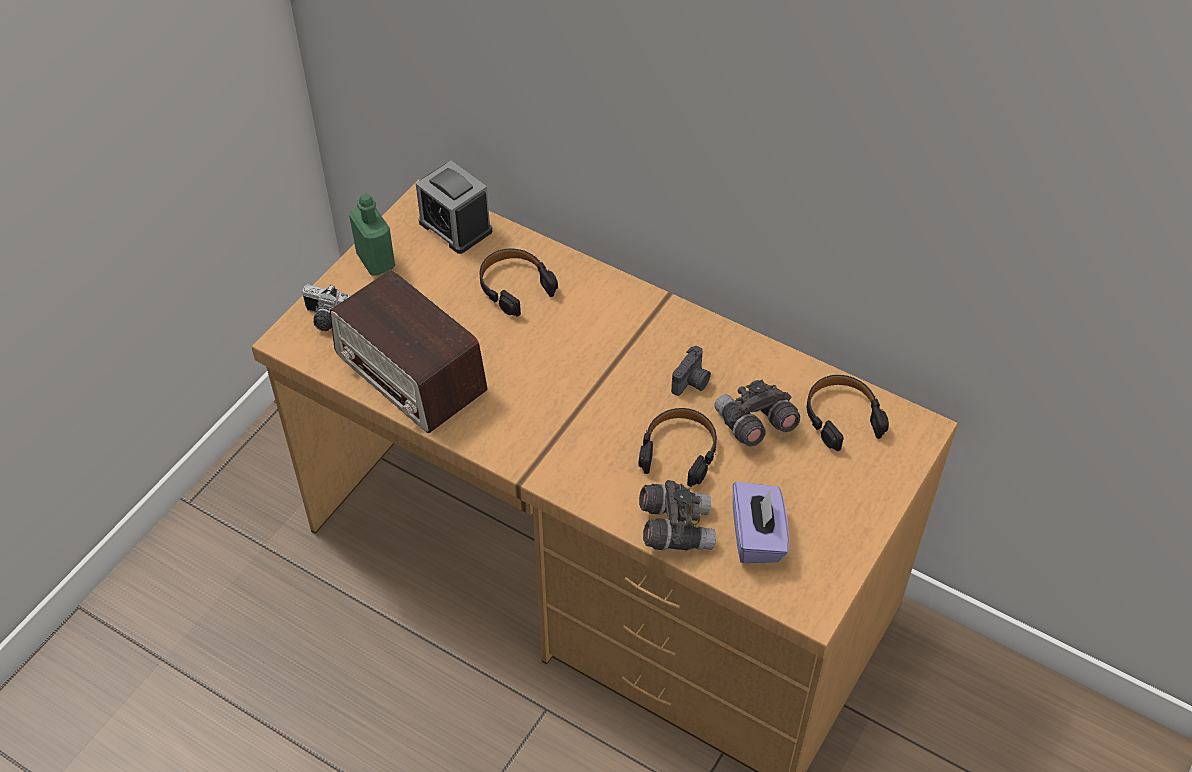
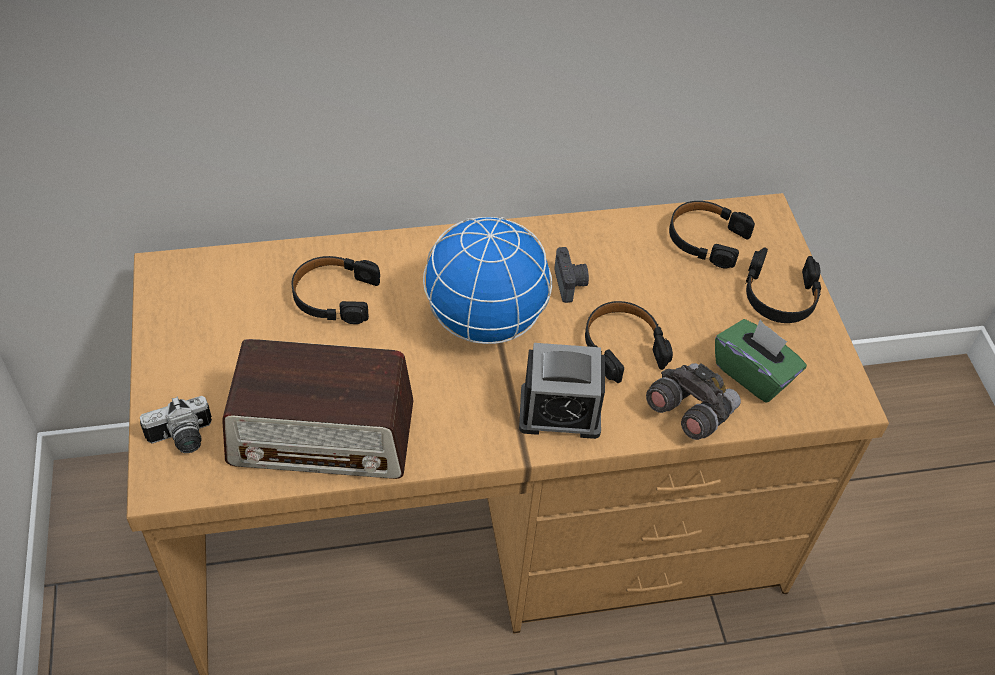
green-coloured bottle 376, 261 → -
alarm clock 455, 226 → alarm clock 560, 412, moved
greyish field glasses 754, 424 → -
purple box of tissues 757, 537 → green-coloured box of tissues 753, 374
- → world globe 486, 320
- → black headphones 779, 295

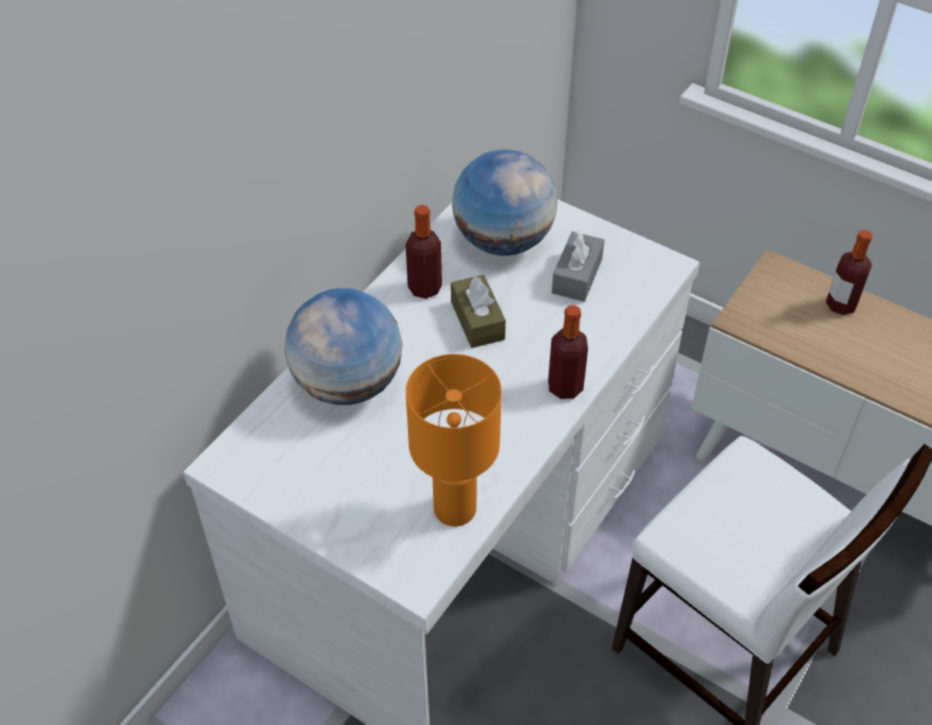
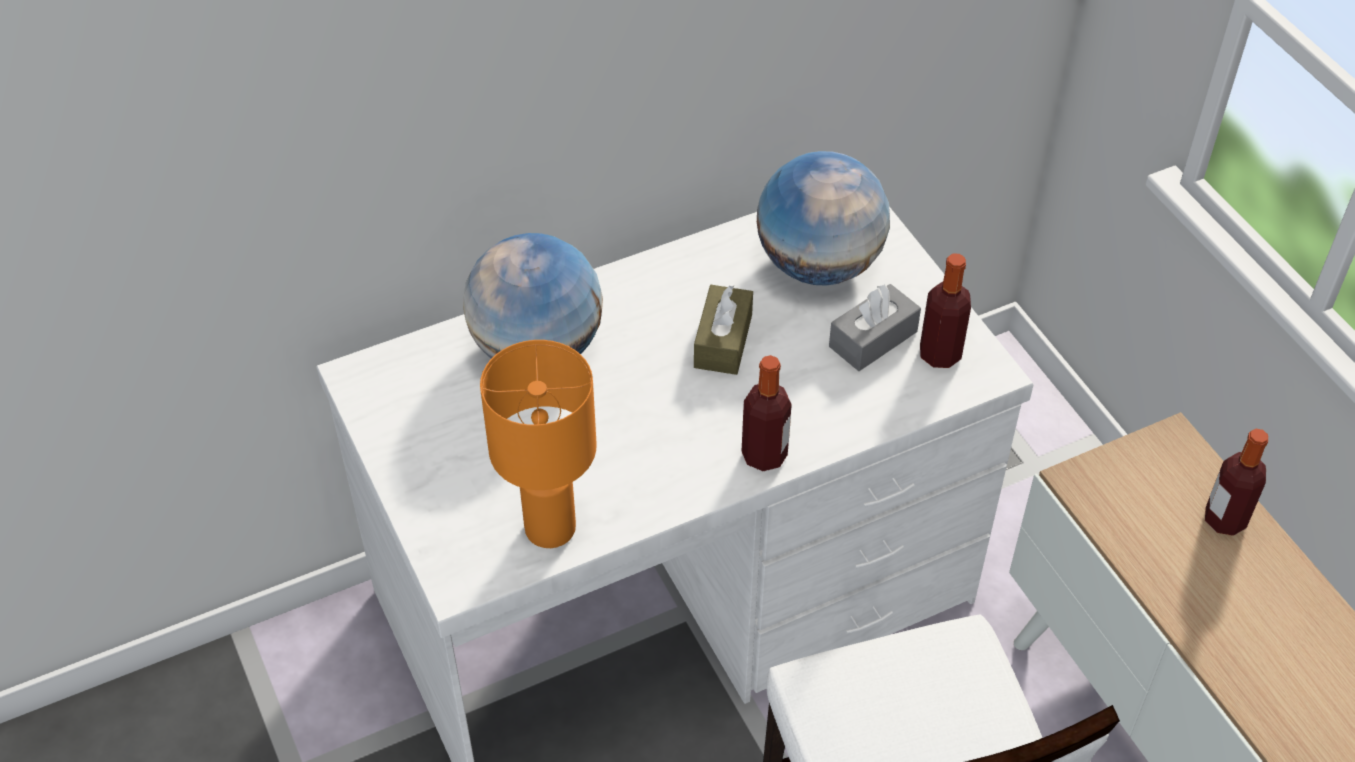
bottle 425, 288 → bottle 940, 354, moved

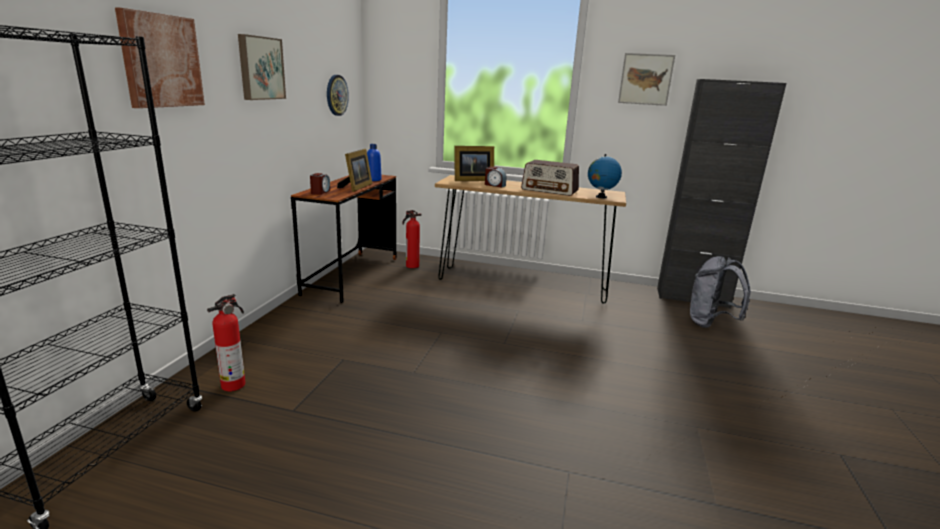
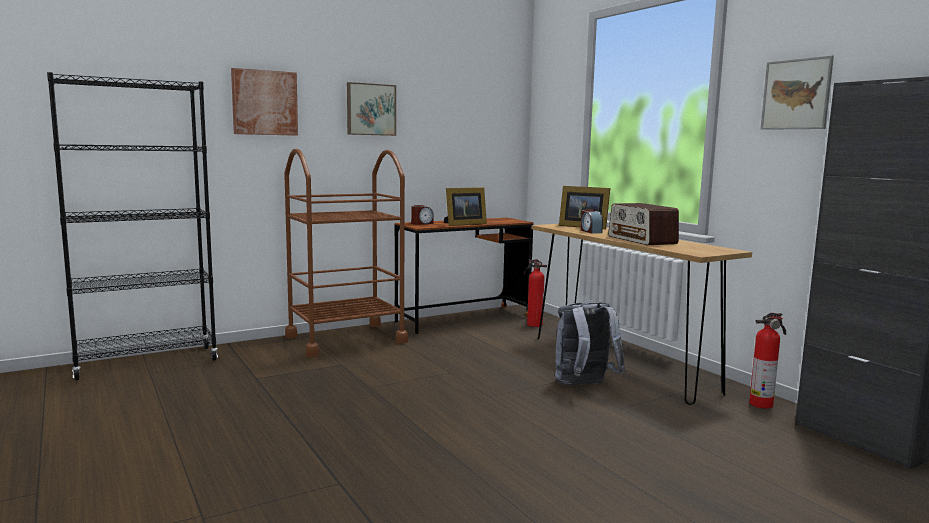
extinguisher 235, 384 → extinguisher 762, 404, moved
wall clock 336, 95 → -
blue-coloured bottle 373, 179 → -
world globe 601, 197 → -
greyish rucksack 710, 323 → greyish rucksack 584, 386, moved
- → brownish cart 346, 339

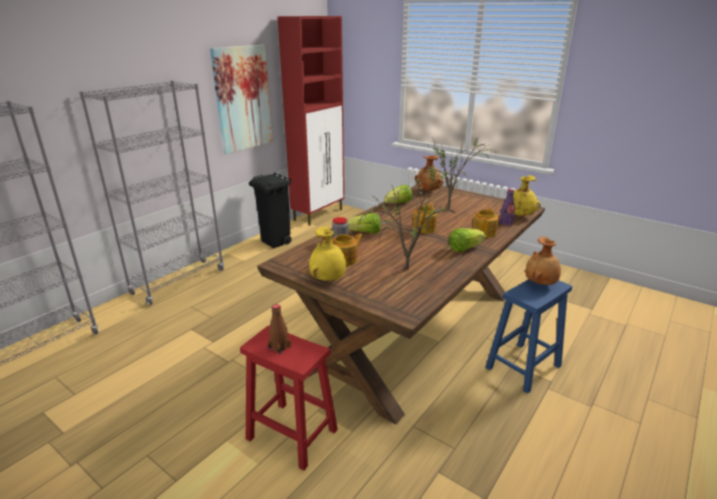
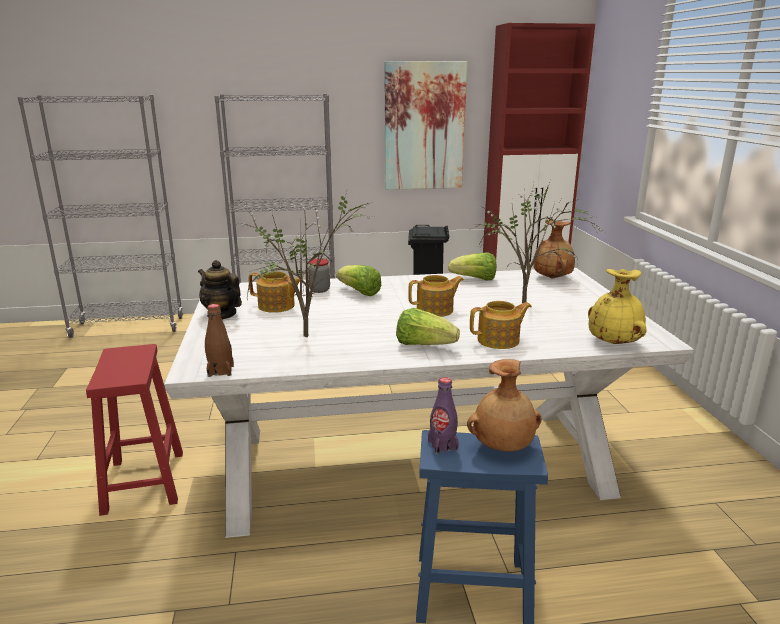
brownish dinner table 413, 329 → whitish dinner table 413, 463
brownish bottle 279, 347 → brownish bottle 220, 371, moved
yellowish vase 328, 279 → teapot 221, 315
purple bottle 506, 223 → purple bottle 442, 445, moved

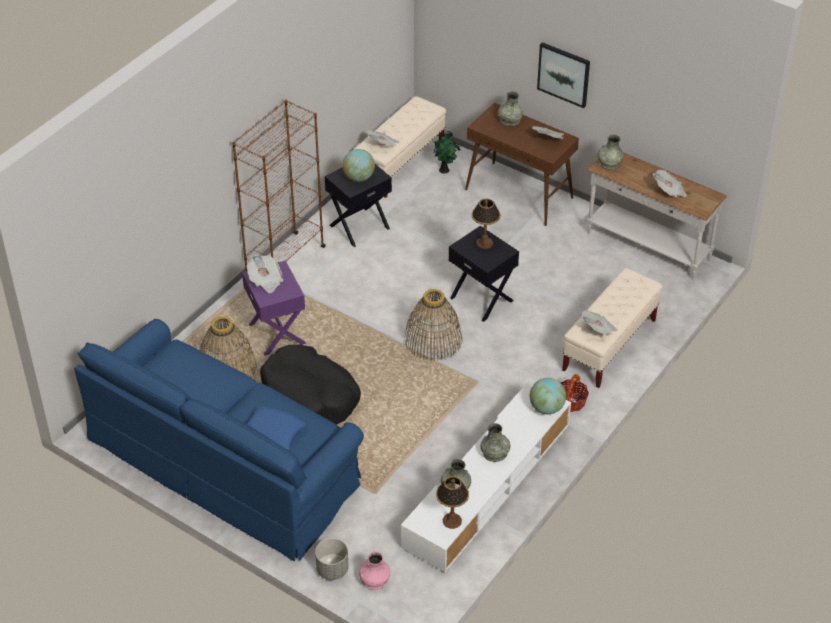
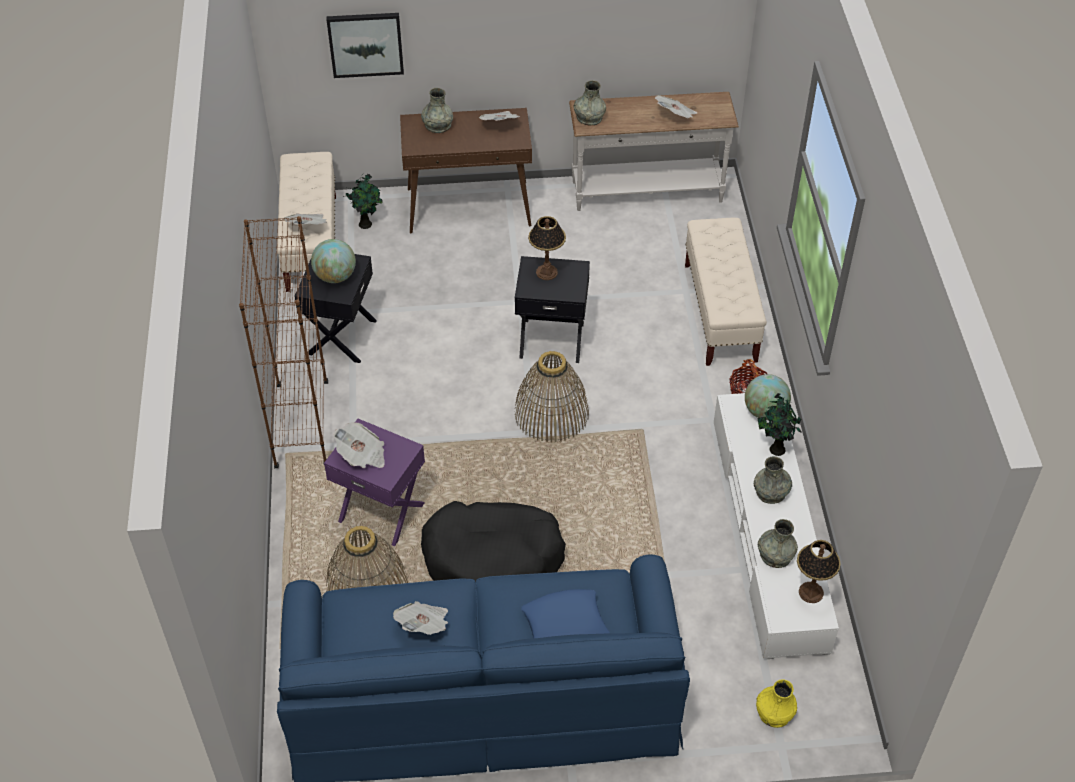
greyish plant pot 332, 569 → -
pink vase 374, 579 → yellowish vase 774, 713
picture 564, 74 → picture 365, 44, moved
printed paper 598, 330 → printed paper 424, 625, moved
- → plant in a pot 775, 449

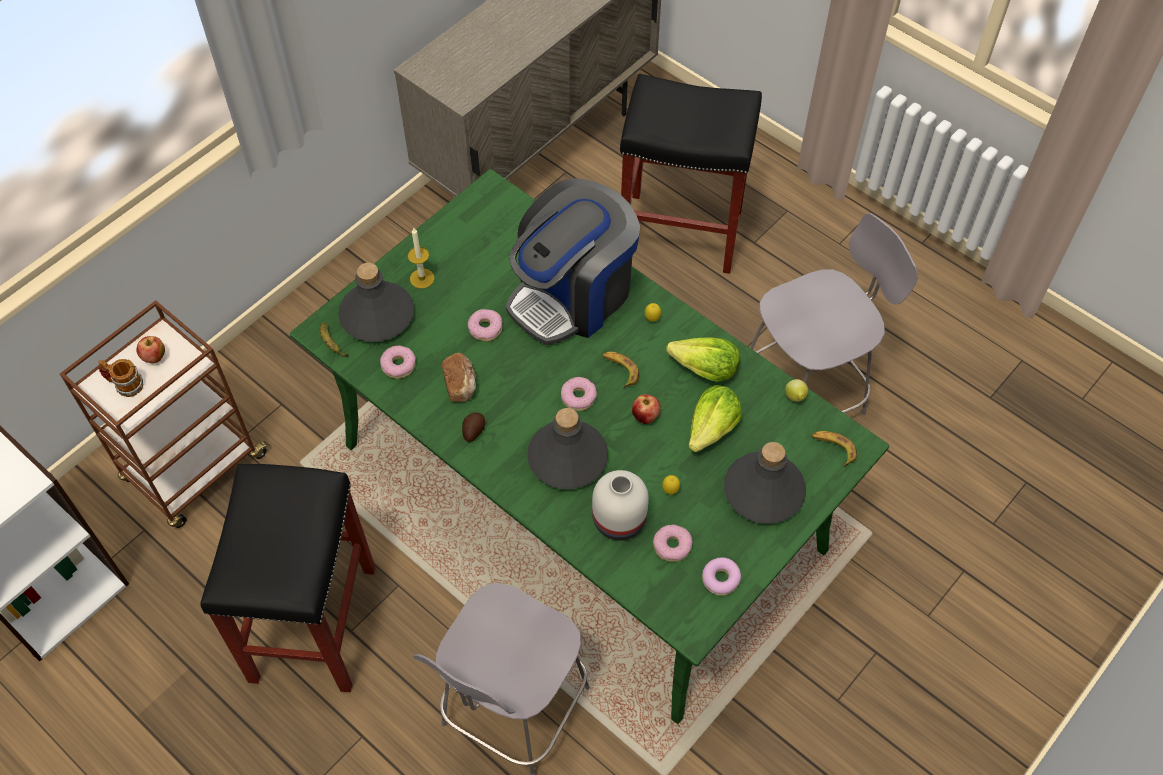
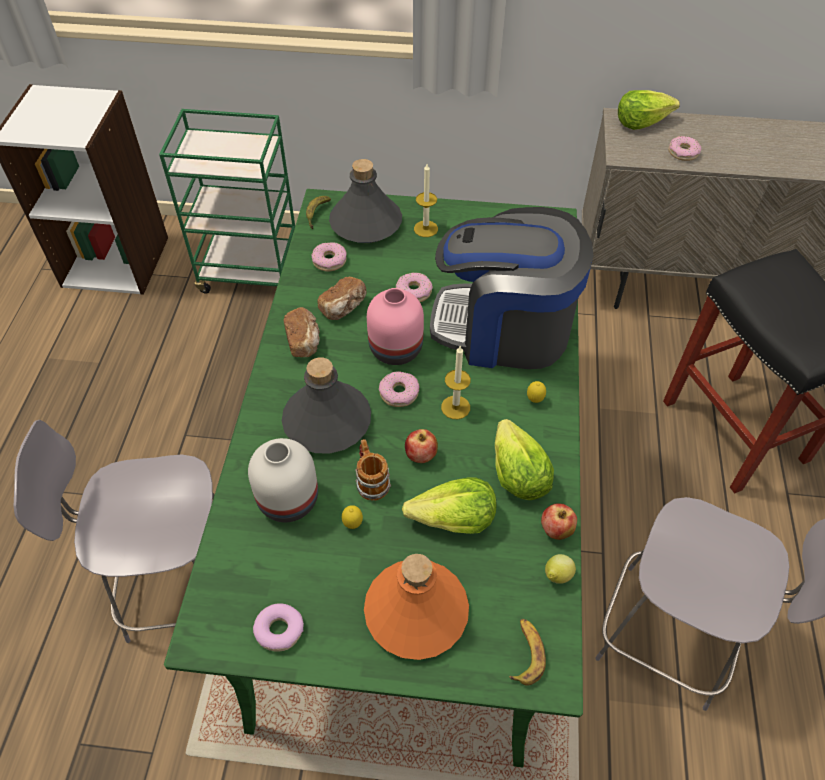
brownish cart 194, 469 → green-coloured cart 252, 273
mug 124, 384 → mug 371, 480, moved
apple fruit 154, 357 → apple fruit 556, 530, moved
black stool 312, 621 → -
spud 473, 430 → bread 304, 341
banana 620, 370 → candle 455, 407
donut 672, 546 → donut 683, 153, moved
greyish bottle 763, 491 → orangey bottle 415, 611
- → pink vase 396, 347
- → lettuce 641, 122

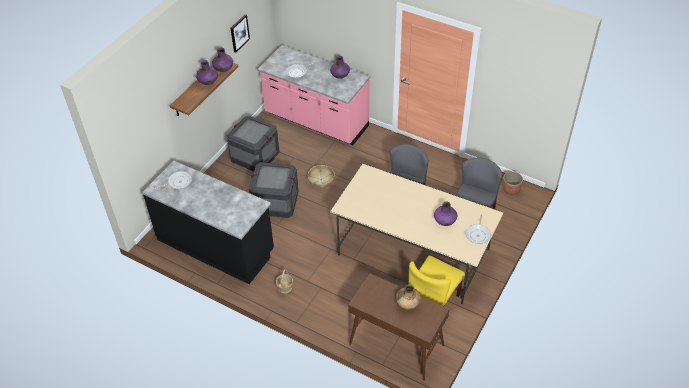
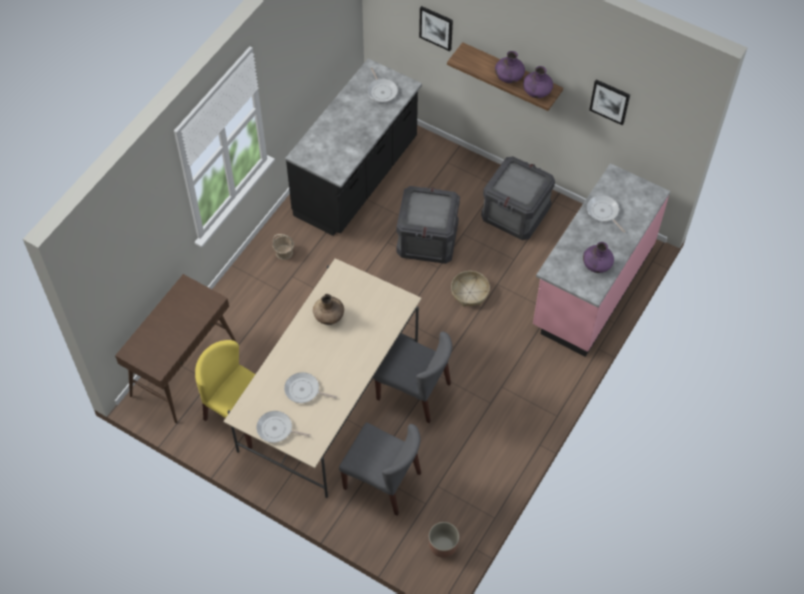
brownish vase 407, 304 → brownish vase 329, 316, moved
purple vase 445, 221 → pan 304, 390
- → picture 436, 27

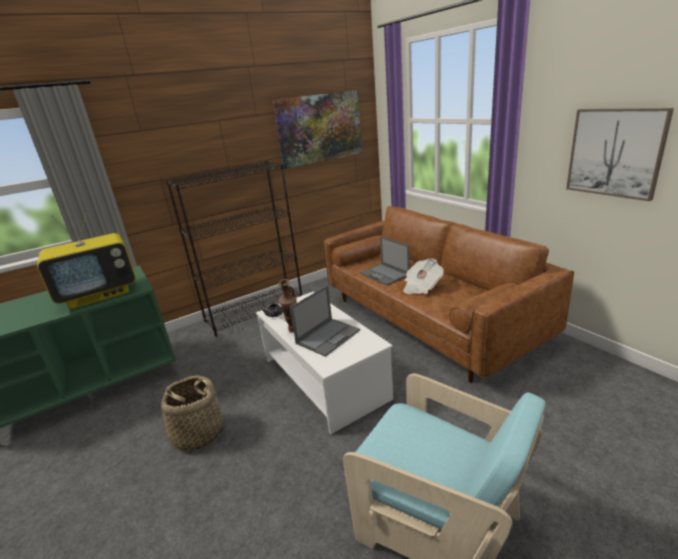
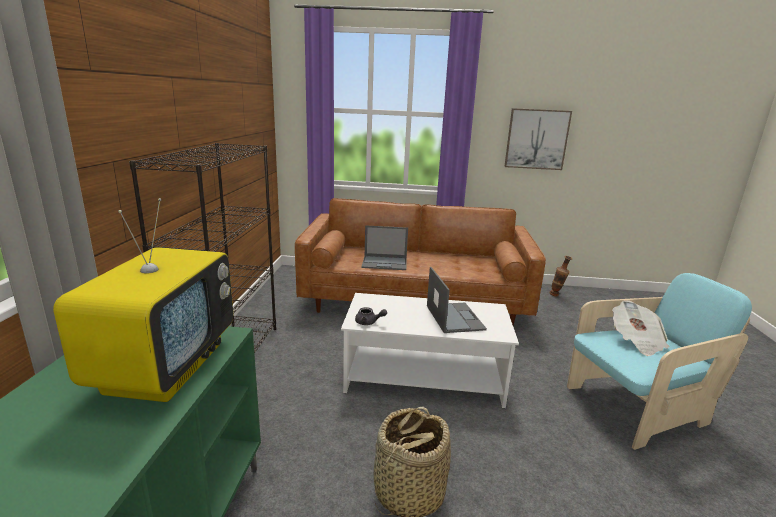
picture 320, 128 → -
vase 293, 332 → vase 557, 296, moved
printed paper 421, 287 → printed paper 636, 341, moved

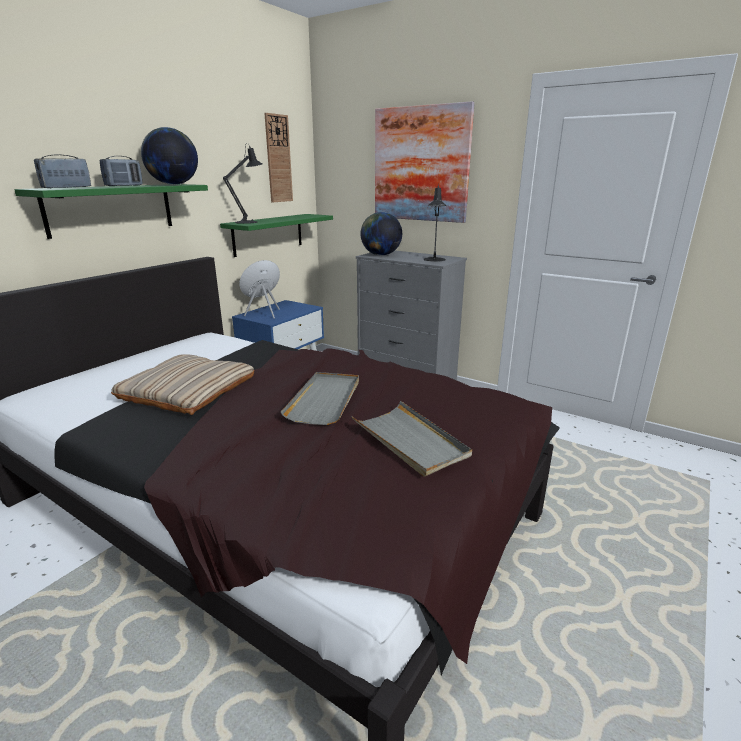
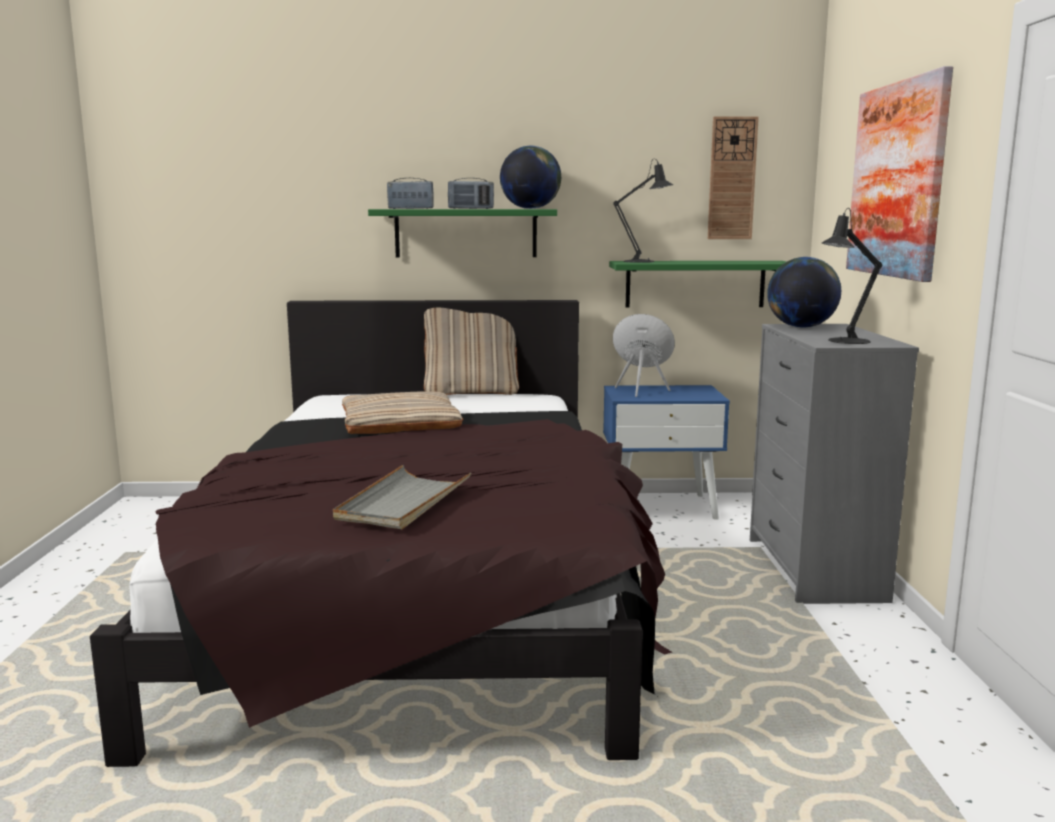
greyish tray 325, 400 → -
- → beige-coloured pillow 471, 392

